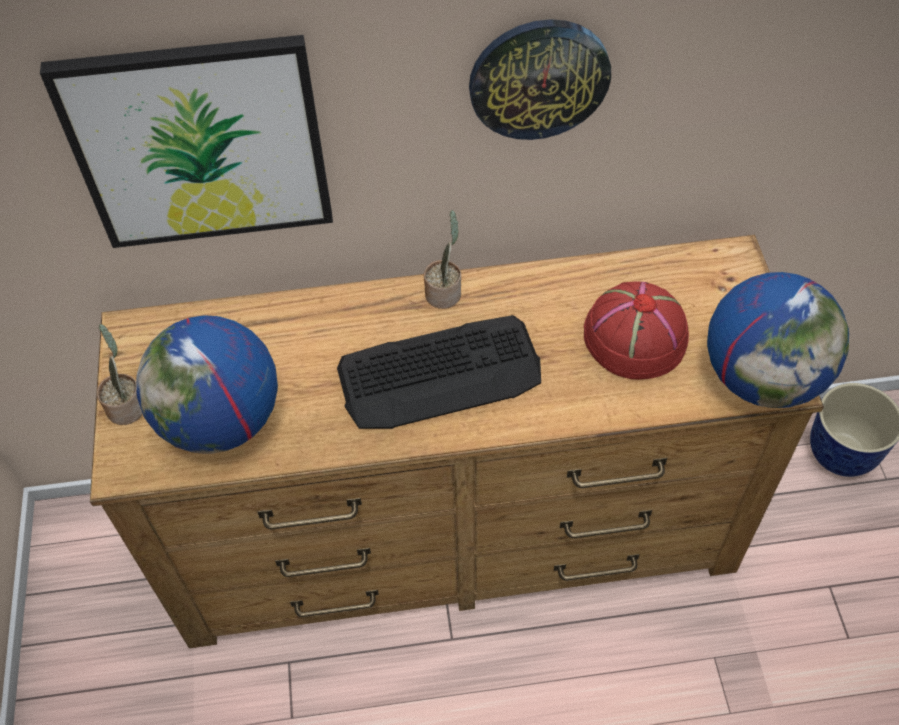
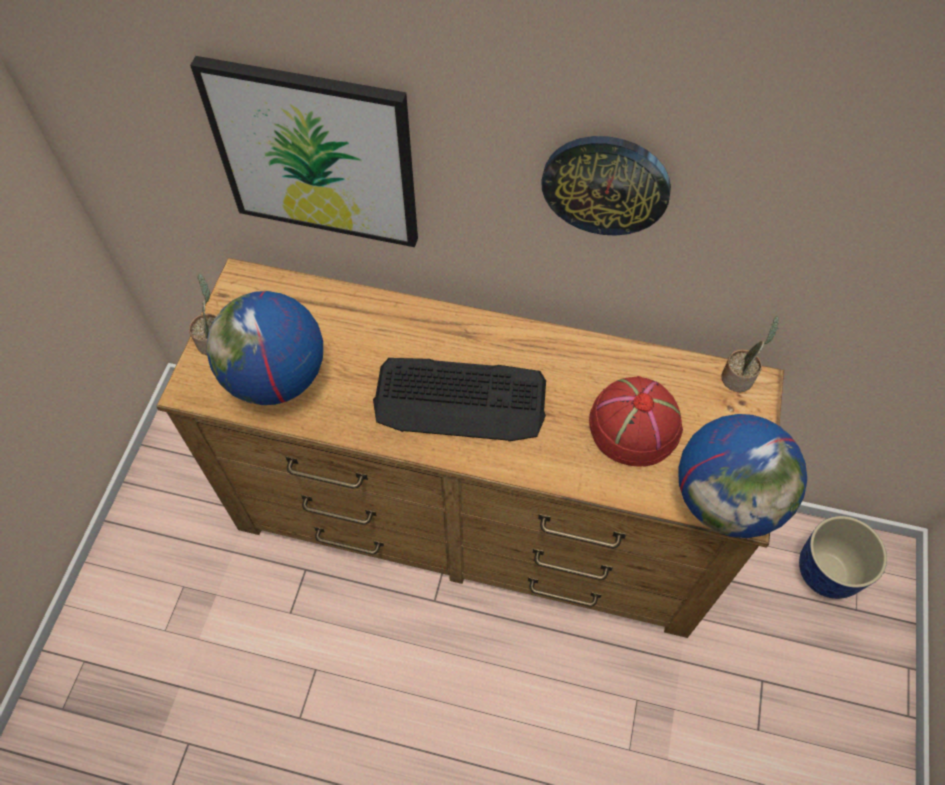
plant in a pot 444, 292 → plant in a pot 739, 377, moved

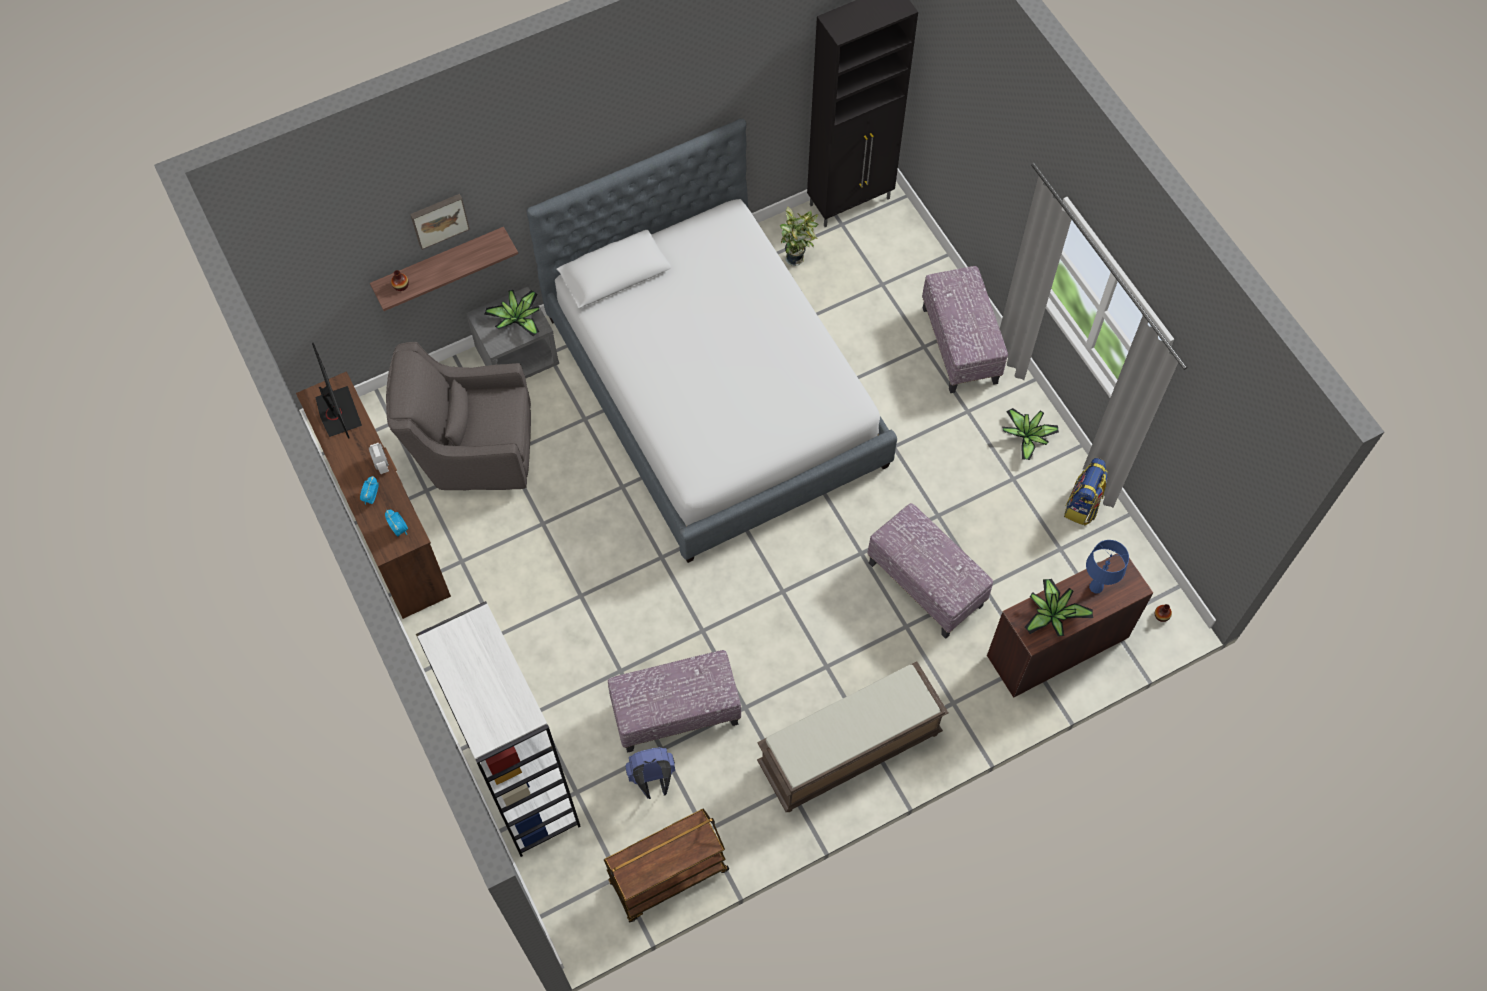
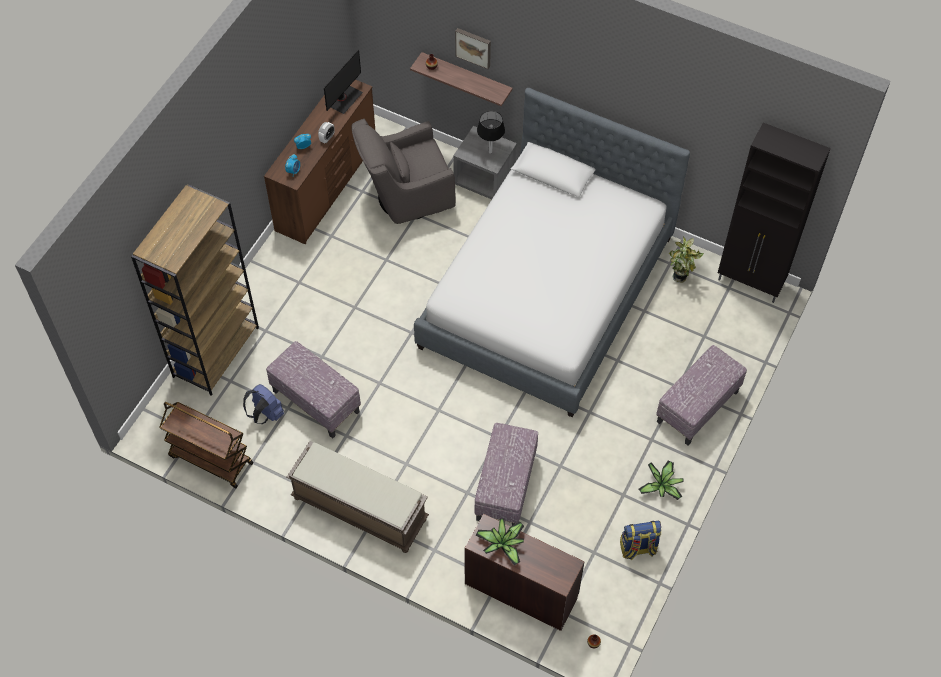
greyish easy chair 473, 451 → greyish easy chair 405, 197, 75 degrees counterclockwise
whitish shelving unit 522, 785 → brownish shelving unit 216, 351
plant in a pot 518, 319 → black table lamp 490, 152
blue-coloured table lamp 1096, 587 → -

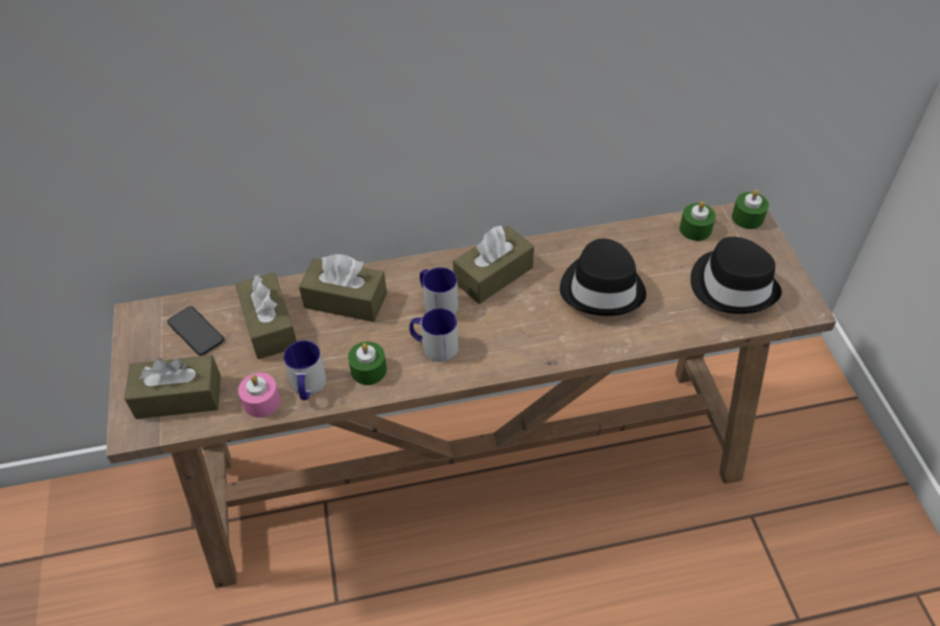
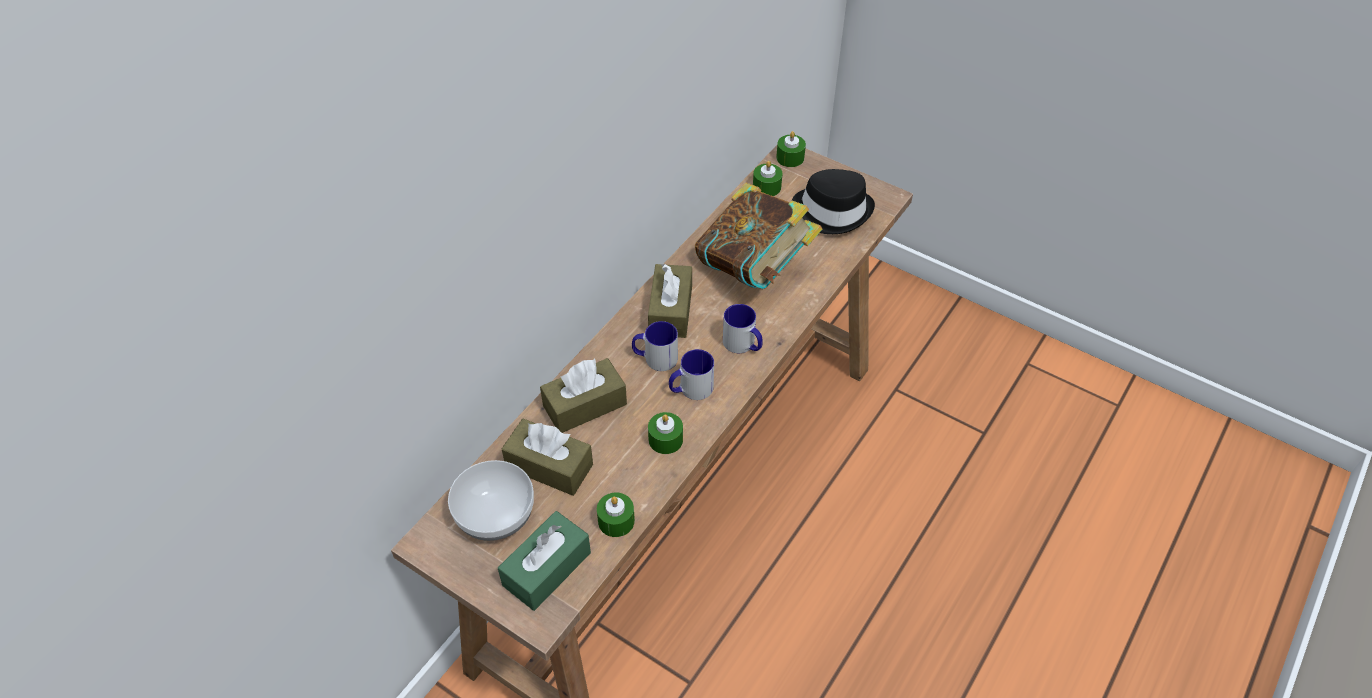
brownish box of tissues 178, 397 → green-coloured box of tissues 547, 569
handset 196, 332 → serving bowl 495, 515
pink candle 262, 401 → green-coloured candle 616, 521
mug 308, 387 → mug 743, 345, moved
black clothing hat 602, 288 → book 754, 268

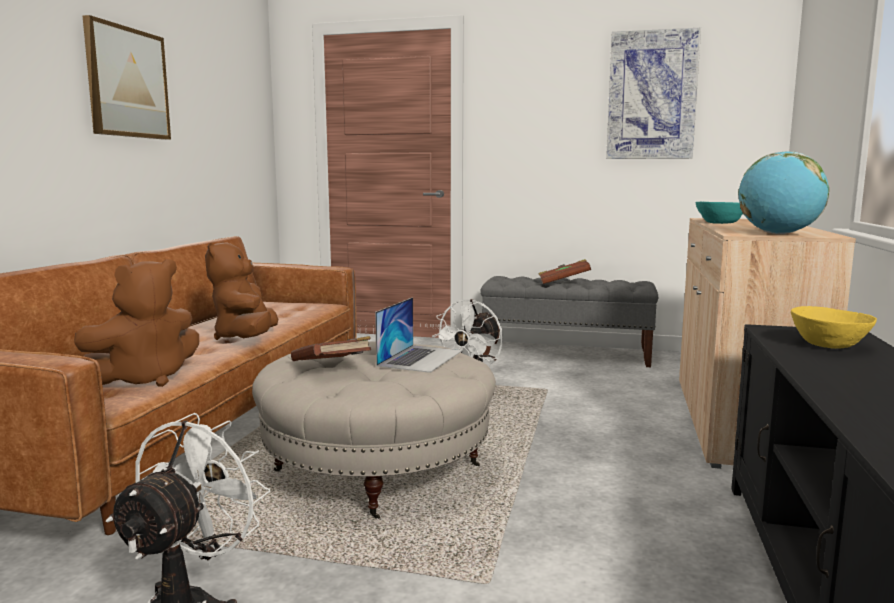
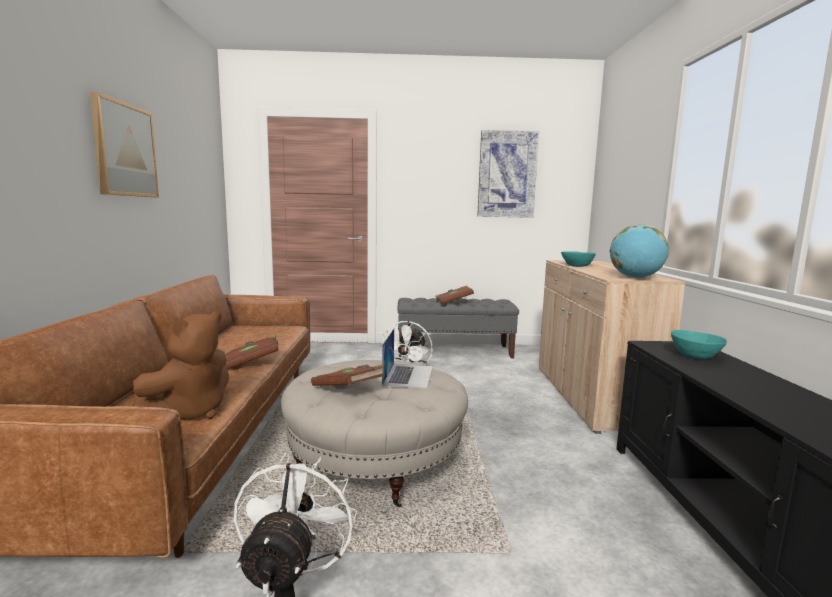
brownish plush toy 246, 338 → brownish book 250, 363
yellowish serving bowl 829, 345 → blue-green serving bowl 696, 356

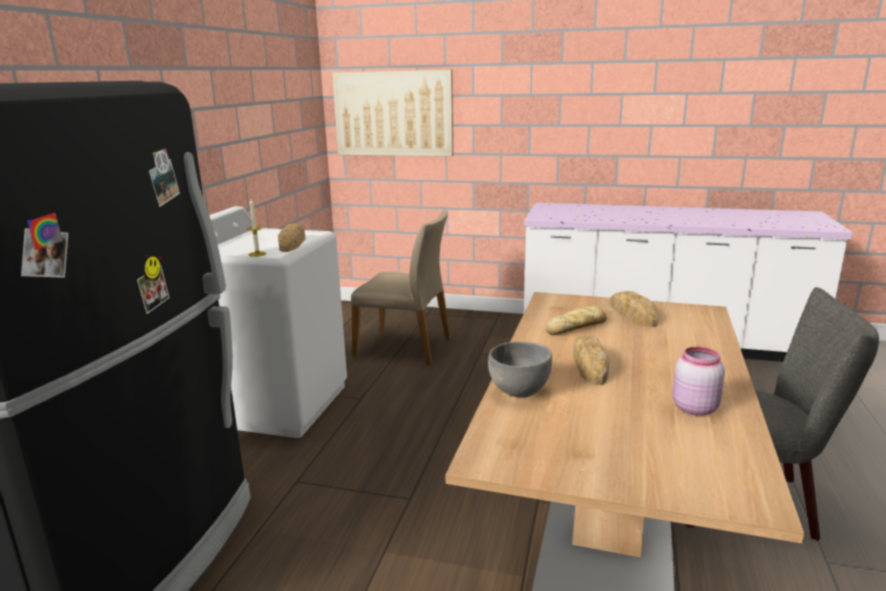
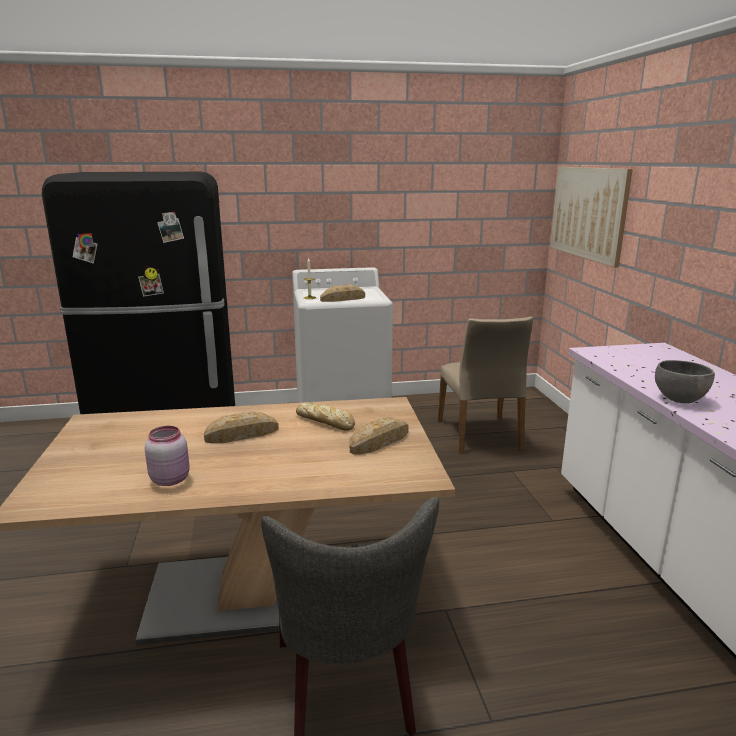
greyish serving bowl 519, 391 → greyish serving bowl 680, 399, moved

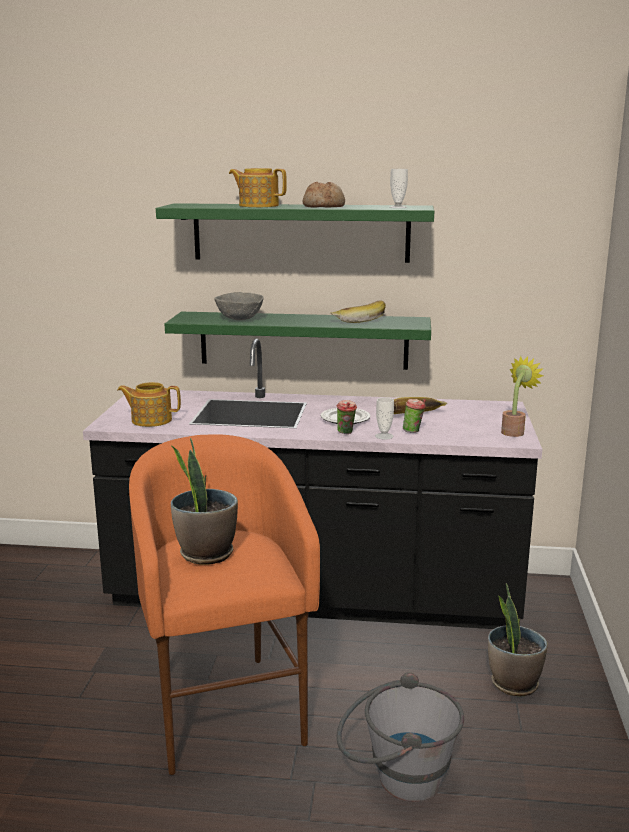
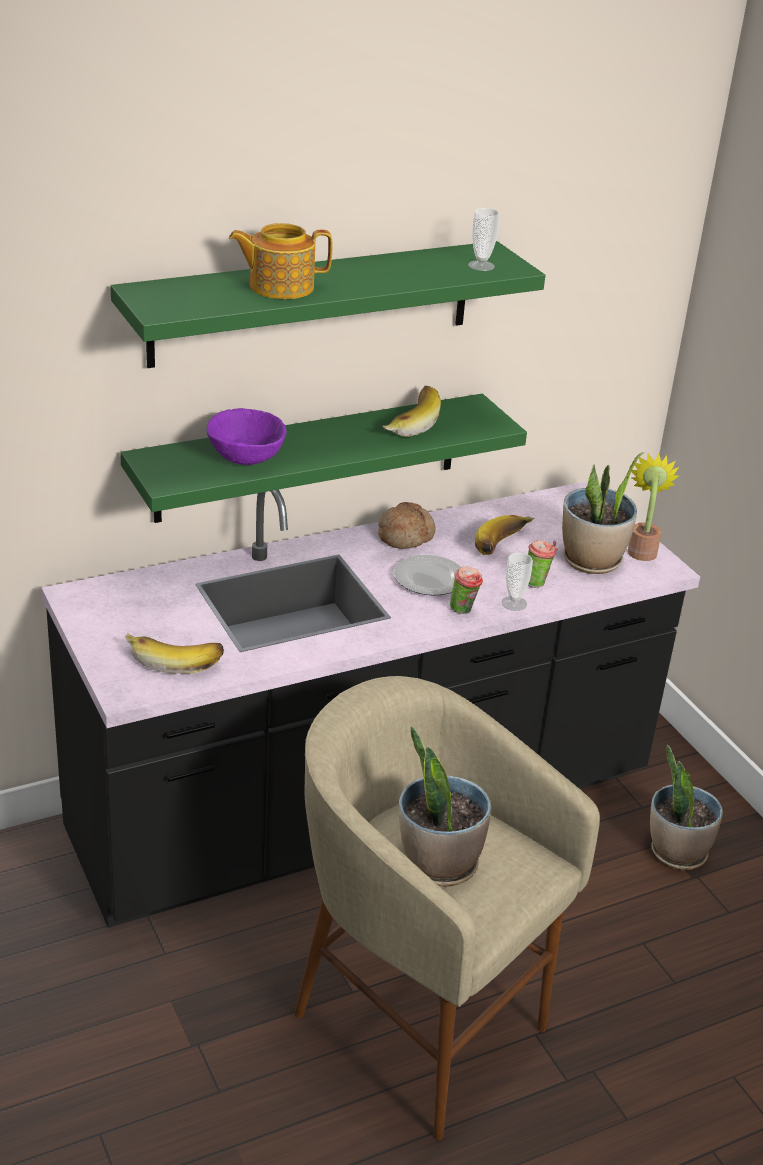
teapot 151, 420 → banana 175, 659
orangey stool 224, 710 → beige-coloured stool 415, 1025
greyish serving bowl 240, 319 → purple serving bowl 245, 458
bread 324, 206 → bread 405, 535, moved
greyish bucket 396, 778 → -
- → plant in a pot 591, 561

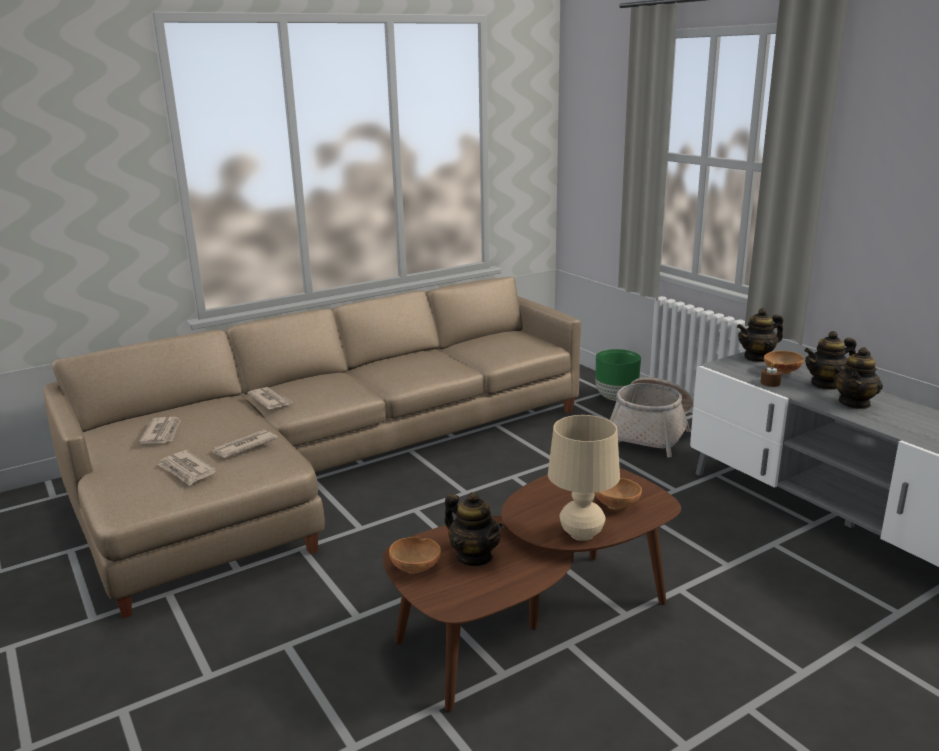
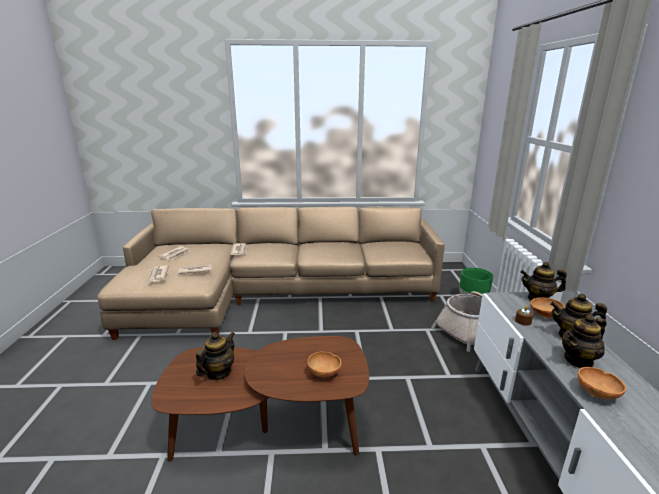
brownish serving bowl 416, 568 → brownish serving bowl 598, 393, moved
teapot 474, 556 → teapot 218, 373, 135 degrees counterclockwise
beige-coloured table lamp 581, 534 → -

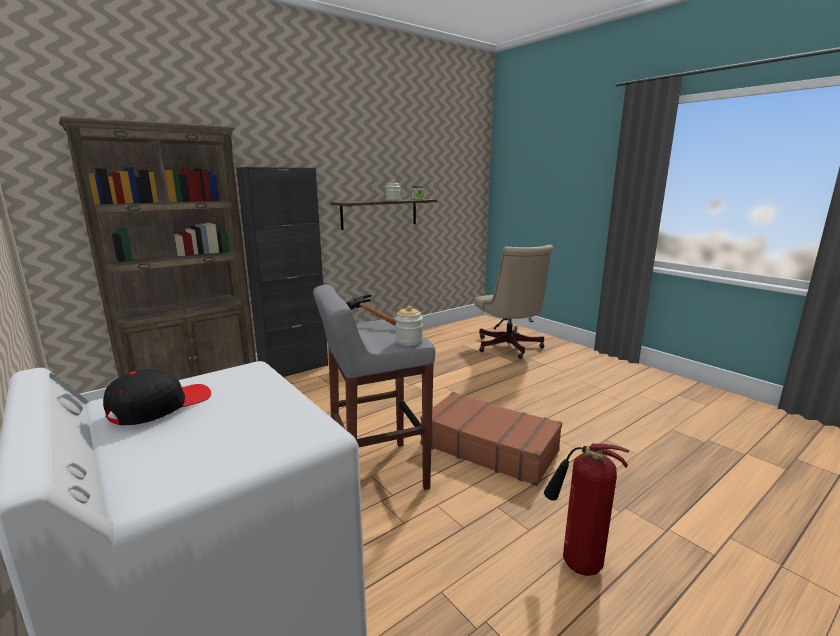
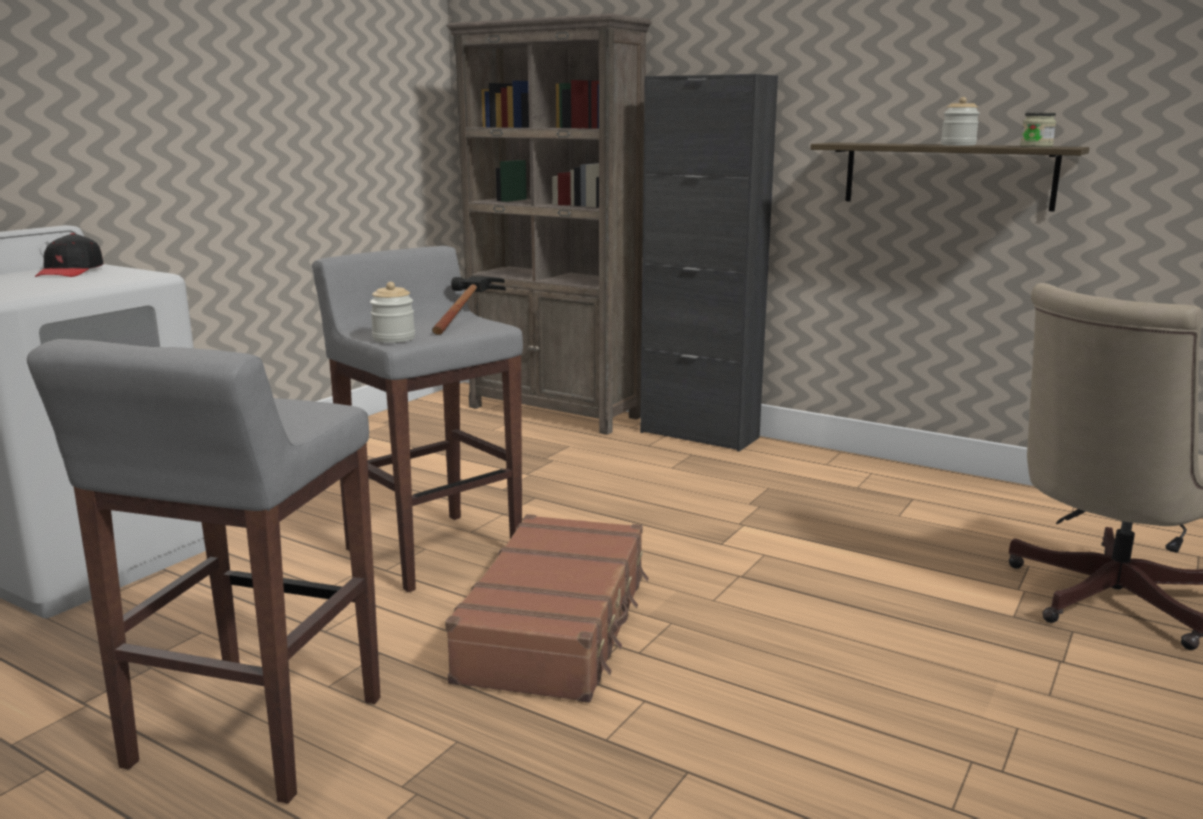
black peaked cap 160, 407 → black peaked cap 70, 271, 75 degrees clockwise
extinguisher 576, 563 → greyish stool 253, 734

